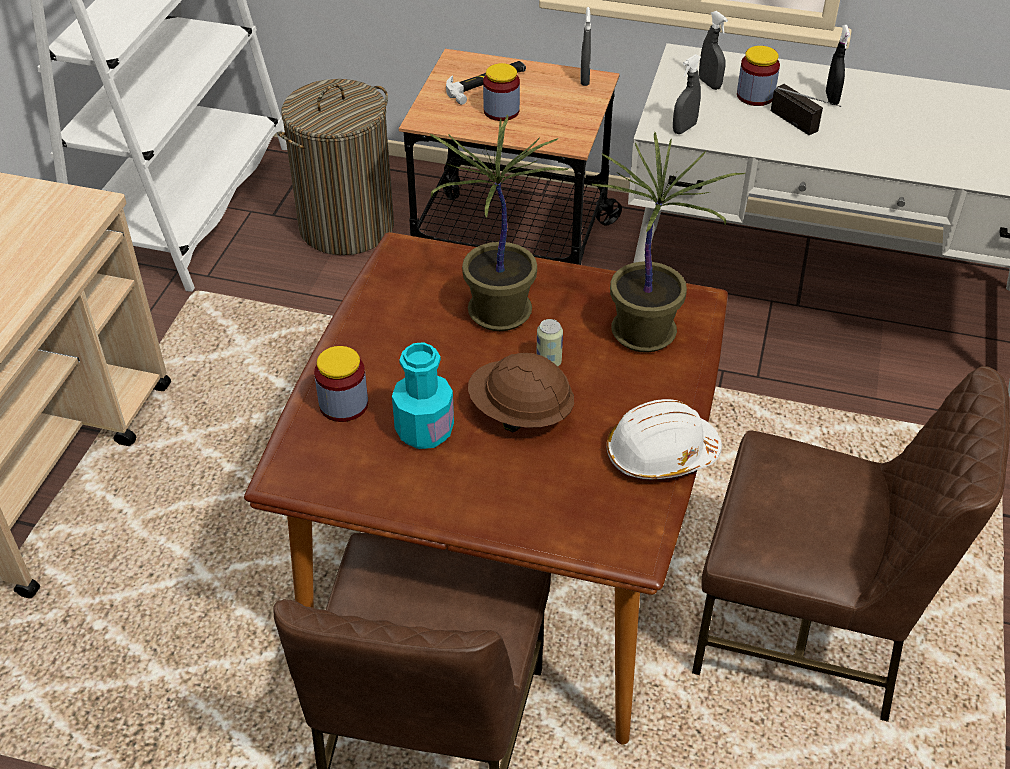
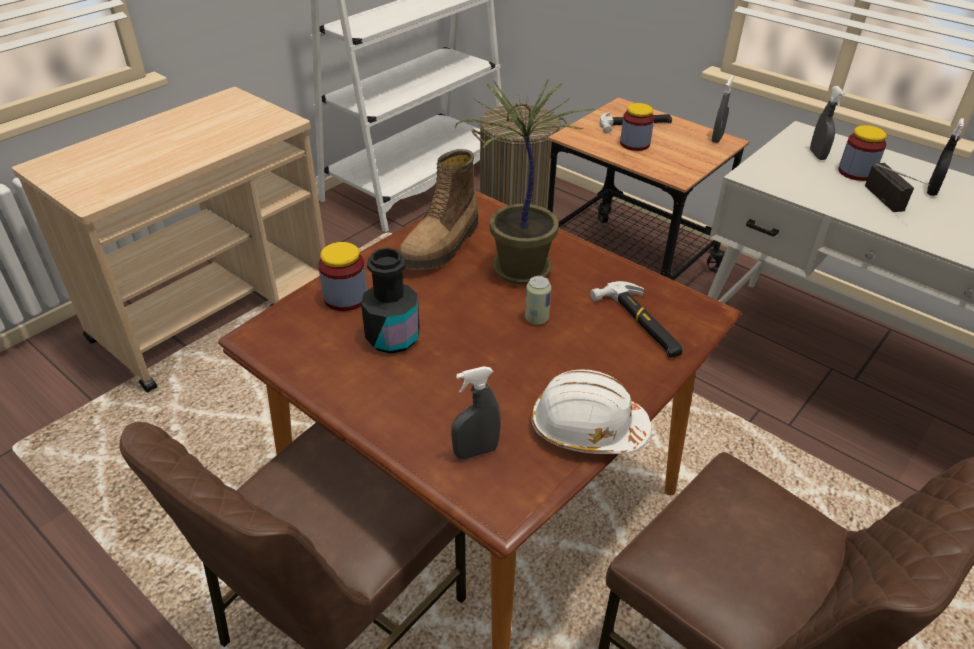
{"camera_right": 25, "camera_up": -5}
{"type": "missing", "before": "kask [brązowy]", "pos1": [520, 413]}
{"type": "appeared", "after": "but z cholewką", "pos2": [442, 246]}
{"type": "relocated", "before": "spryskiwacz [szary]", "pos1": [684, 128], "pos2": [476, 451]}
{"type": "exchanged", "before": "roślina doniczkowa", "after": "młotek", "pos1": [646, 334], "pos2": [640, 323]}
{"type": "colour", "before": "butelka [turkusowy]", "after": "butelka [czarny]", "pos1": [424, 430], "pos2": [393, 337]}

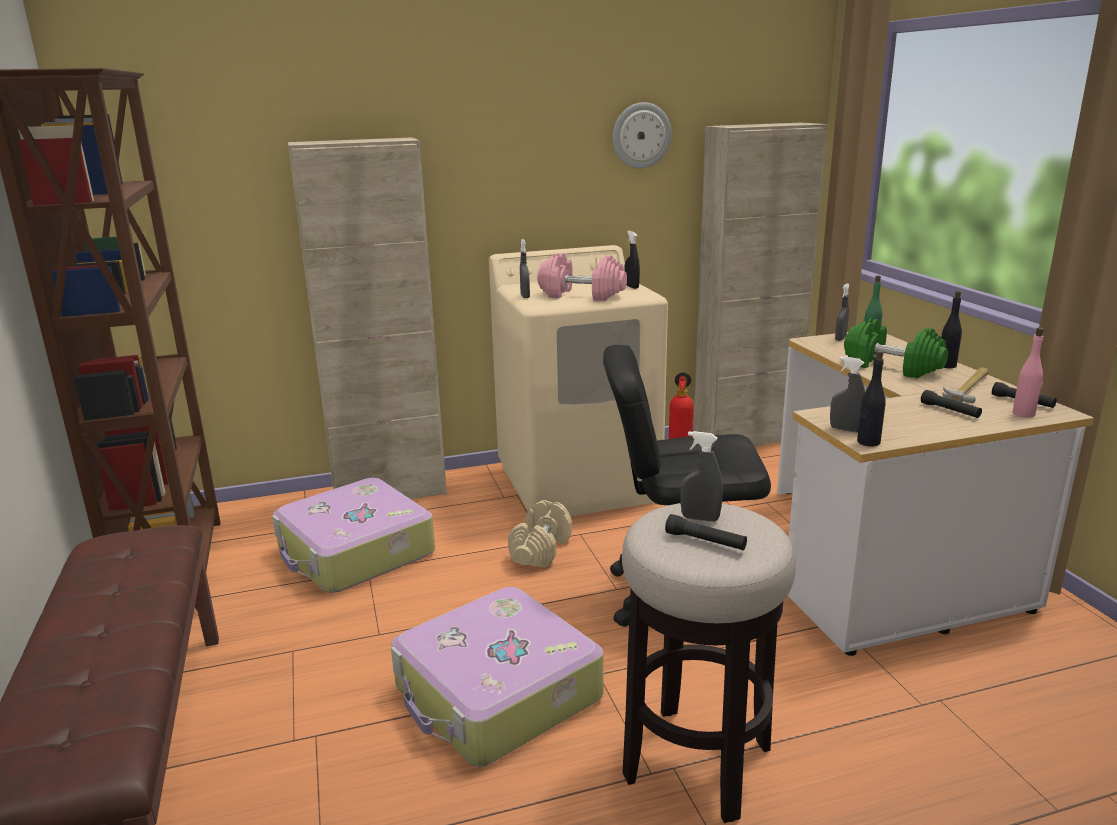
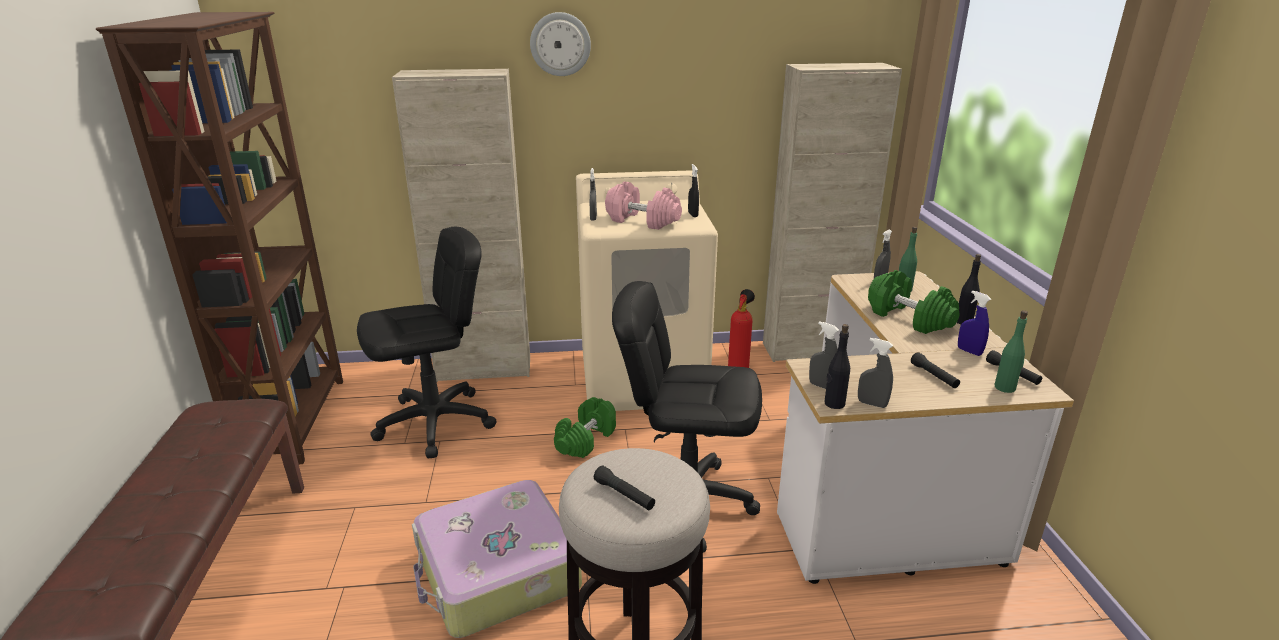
{"camera_right": 10, "camera_up": 5}
{"type": "relocated", "before": "zegar ścienny", "pos1": [641, 135], "pos2": [560, 44]}
{"type": "relocated", "before": "spryskiwacz [szary]", "pos1": [700, 518], "pos2": [872, 404]}
{"type": "exchanged", "before": "walizka", "after": "krzesło biurowe [czarny]", "pos1": [355, 552], "pos2": [435, 423]}
{"type": "exchanged", "before": "młotek", "after": "spryskiwacz [niebieski]", "pos1": [969, 388], "pos2": [969, 351]}
{"type": "colour", "before": "hantel [beżowy]", "after": "hantel [zielony]", "pos1": [540, 549], "pos2": [586, 439]}
{"type": "colour", "before": "butelka [różowy]", "after": "butelka [zielony]", "pos1": [1024, 414], "pos2": [1005, 388]}

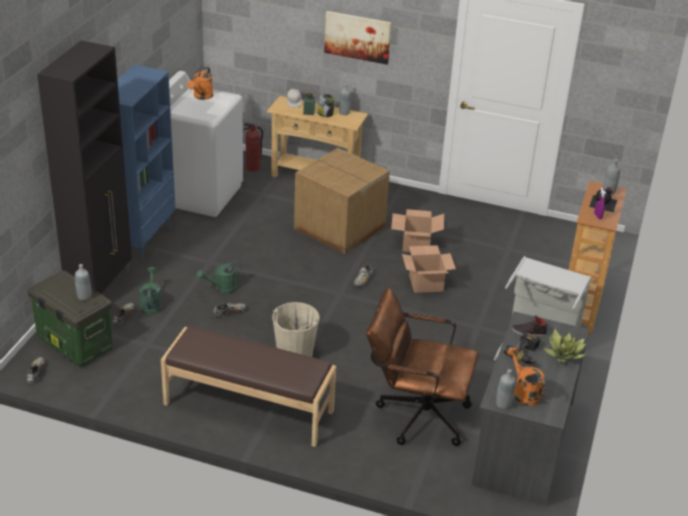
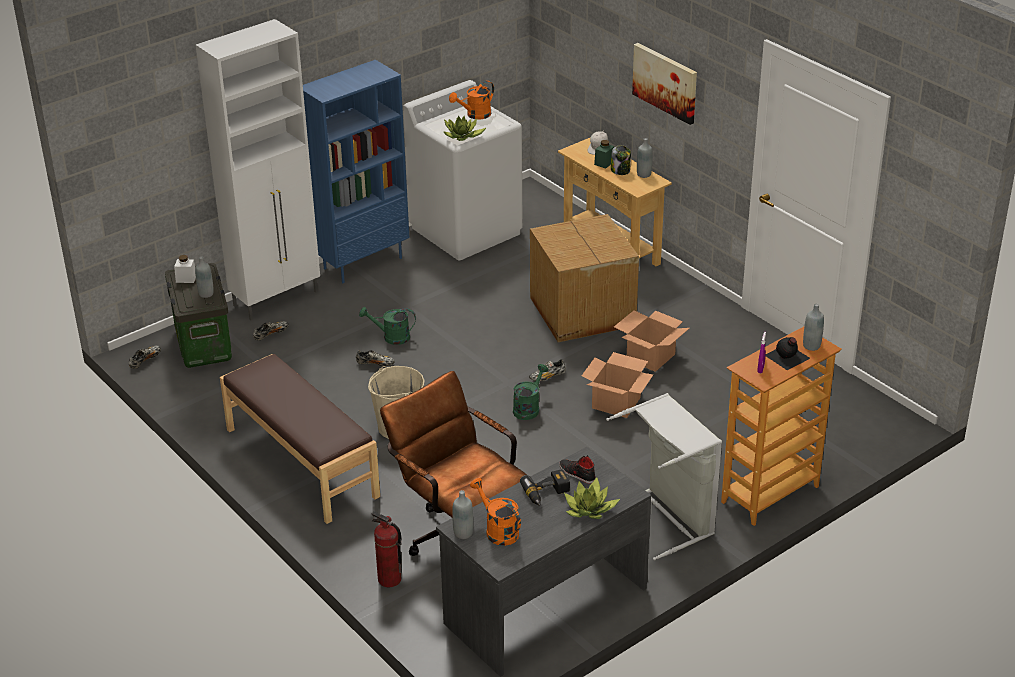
{"camera_right": 35, "camera_up": 0}
{"type": "appeared", "after": "słoik [biały]", "pos2": [186, 278]}
{"type": "appeared", "after": "roślina doniczkowa", "pos2": [462, 136]}
{"type": "relocated", "before": "konewka [zielony]", "pos1": [151, 304], "pos2": [528, 408]}
{"type": "relocated", "before": "gaśnica", "pos1": [252, 168], "pos2": [389, 580]}
{"type": "colour", "before": "szafka [czarny]", "after": "szafka [biały]", "pos1": [101, 288], "pos2": [277, 298]}
{"type": "spun", "before": "konewka [pomarańczowy]", "pos1": [523, 393], "pos2": [498, 530], "turn": -45}

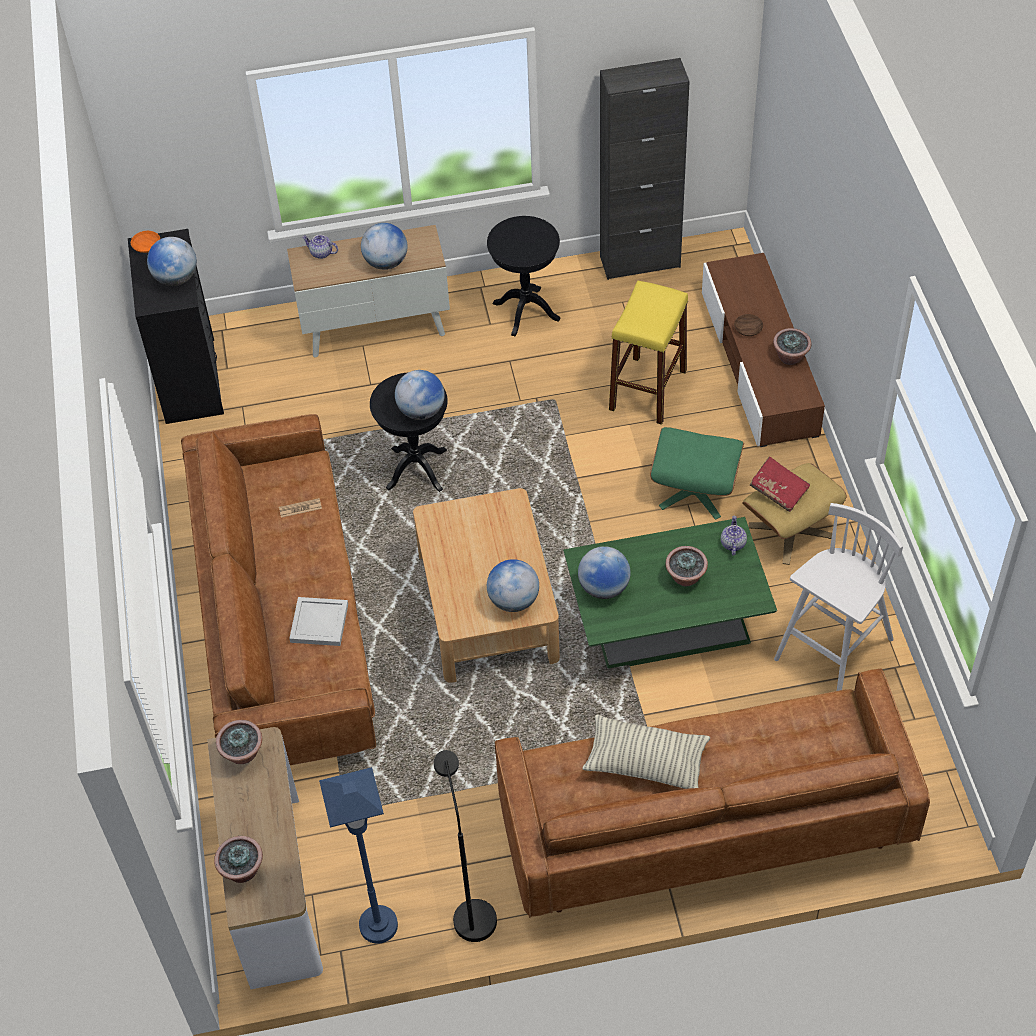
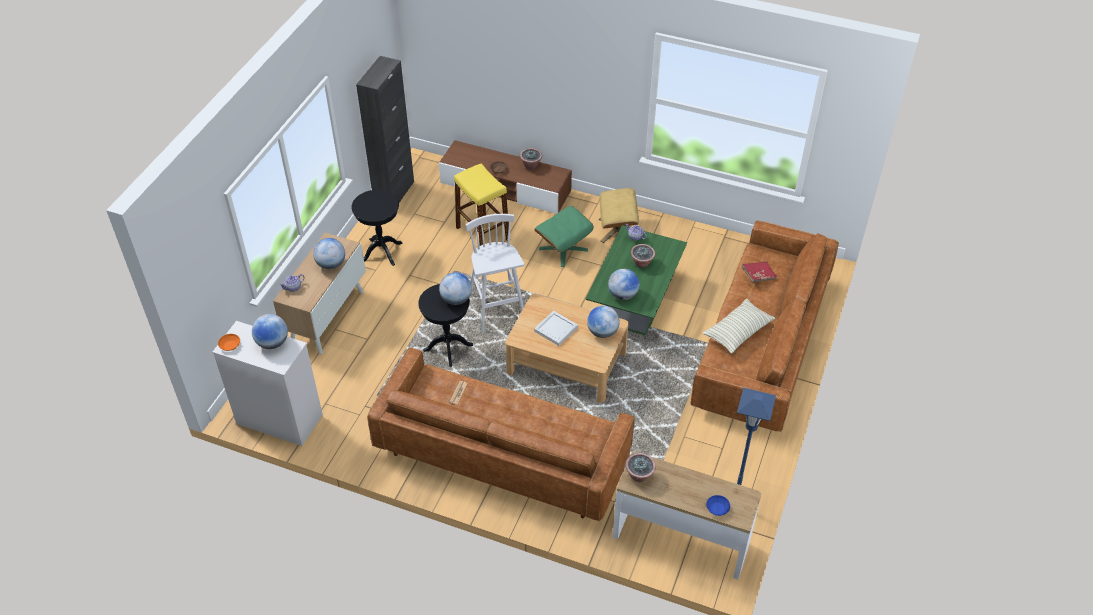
{"camera_right": -60, "camera_up": -5}
{"type": "missing", "before": "lampa stojąca [czarny]", "pos1": [471, 910]}
{"type": "relocated", "before": "taca [biały]", "pos1": [318, 622], "pos2": [555, 329]}
{"type": "relocated", "before": "książka [czerwony]", "pos1": [778, 490], "pos2": [758, 275]}
{"type": "relocated", "before": "stołek [biały]", "pos1": [832, 651], "pos2": [497, 307]}
{"type": "exchanged", "before": "roślina doniczkowa", "after": "miska [niebieski]", "pos1": [242, 871], "pos2": [717, 509]}
{"type": "colour", "before": "komoda [czarny]", "after": "komoda [biały]", "pos1": [190, 380], "pos2": [278, 419]}

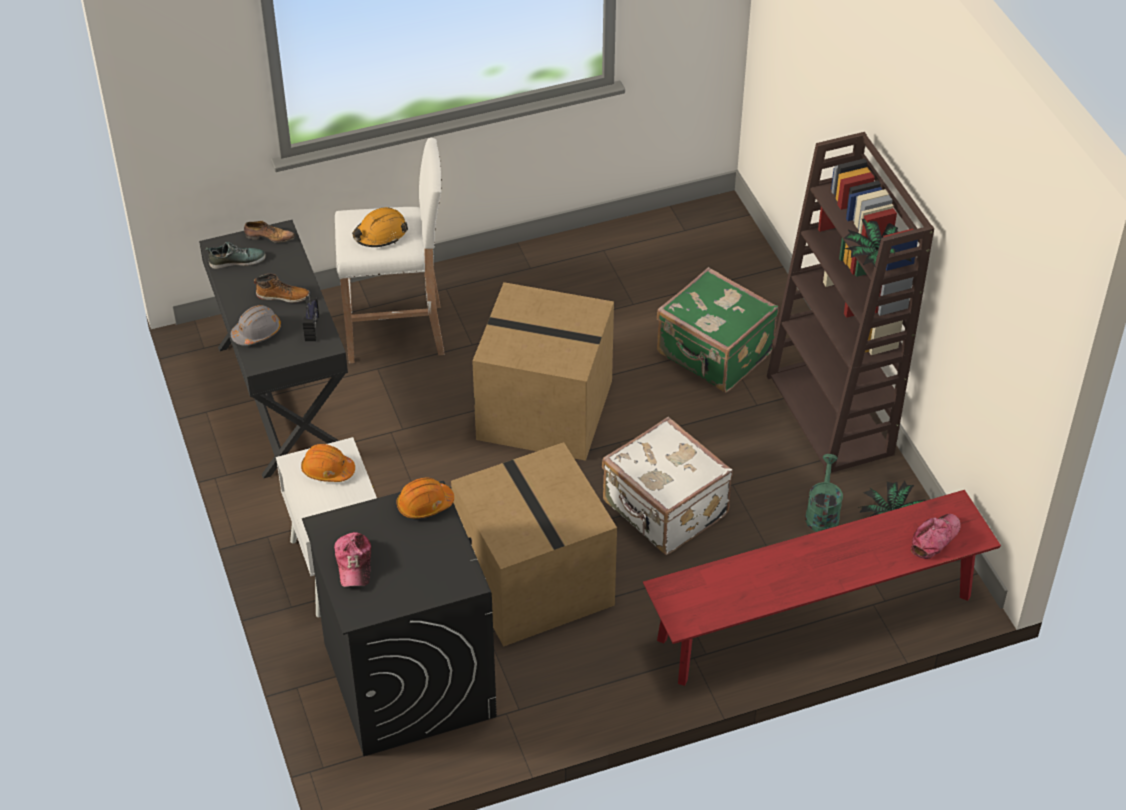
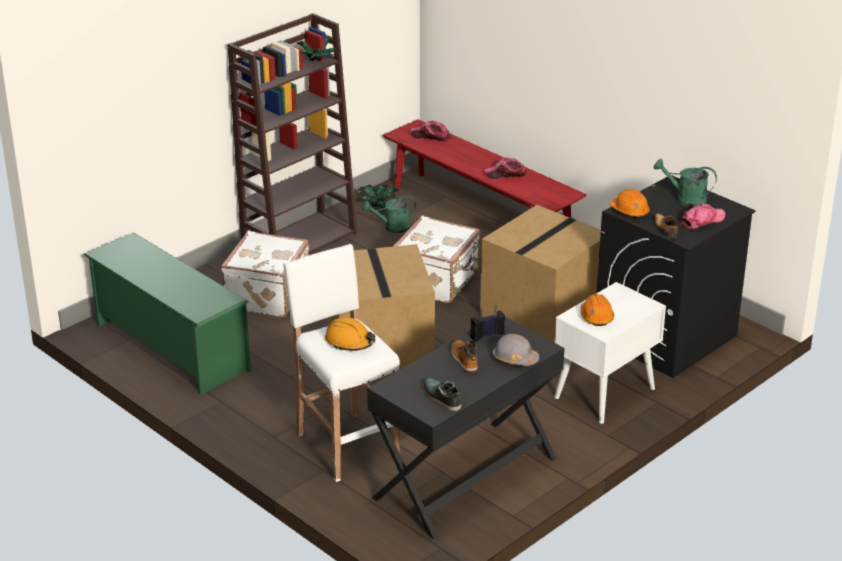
{"camera_right": -115, "camera_up": -15}
{"type": "appeared", "after": "regał na buty [zielony]", "pos2": [171, 347]}
{"type": "appeared", "after": "czapka z daszkiem", "pos2": [506, 174]}
{"type": "appeared", "after": "konewka [zielony]", "pos2": [685, 199]}
{"type": "relocated", "before": "but", "pos1": [269, 237], "pos2": [665, 230]}
{"type": "colour", "before": "walizka [zielony]", "after": "walizka [biały]", "pos1": [714, 354], "pos2": [269, 296]}

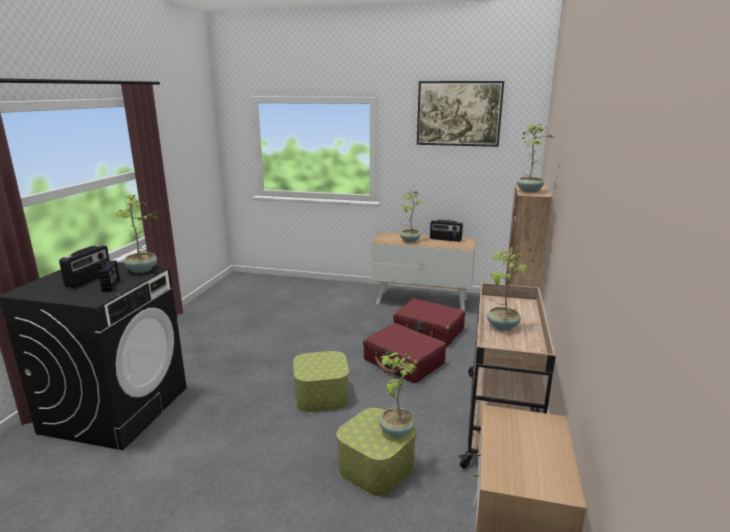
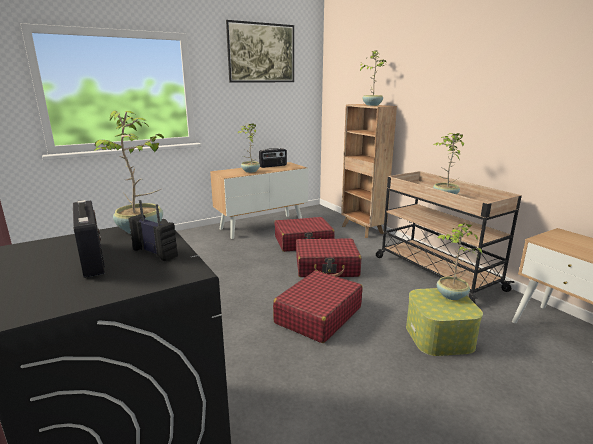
{"camera_right": -45, "camera_up": 0}
{"type": "exchanged", "before": "pojemnik do przechowywania", "after": "walizka [czerwony]", "pos1": [321, 395], "pos2": [318, 315]}

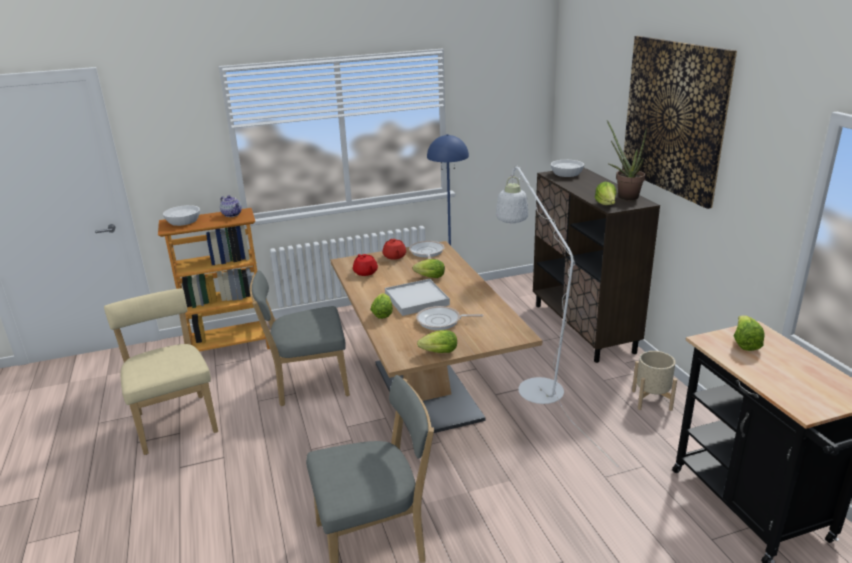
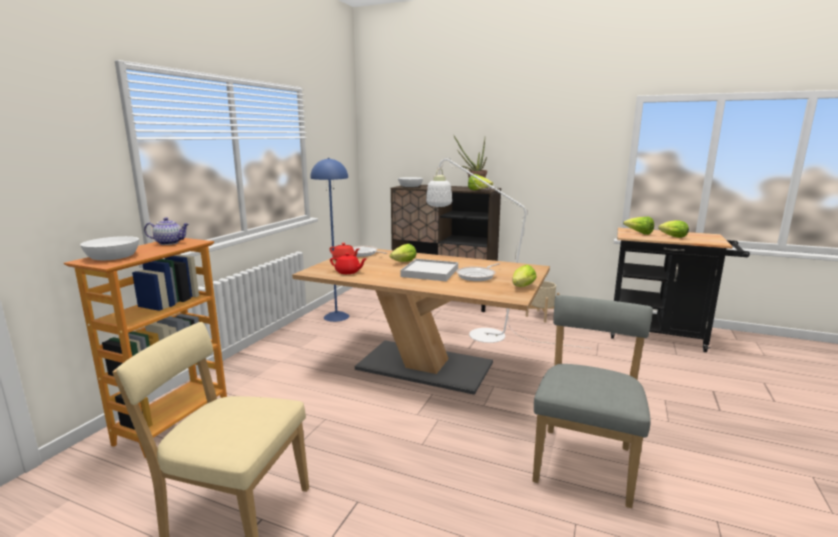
{"camera_right": -50, "camera_up": -10}
{"type": "missing", "before": "krzesło [szary]", "pos1": [307, 384]}
{"type": "missing", "before": "obraz", "pos1": [674, 118]}
{"type": "relocated", "before": "sałata", "pos1": [383, 313], "pos2": [671, 236]}

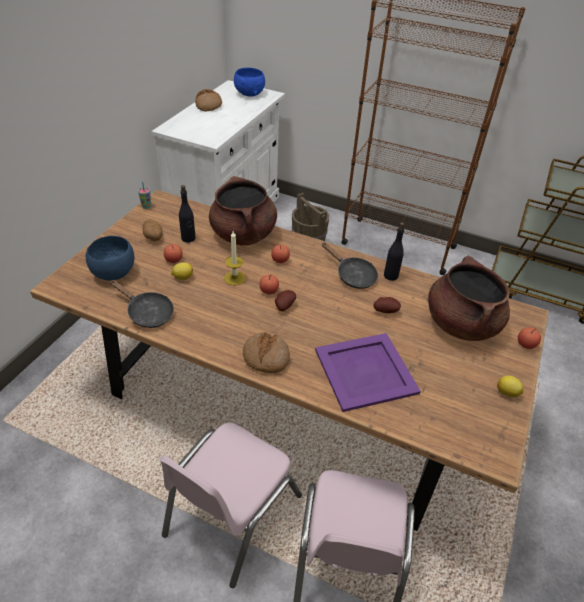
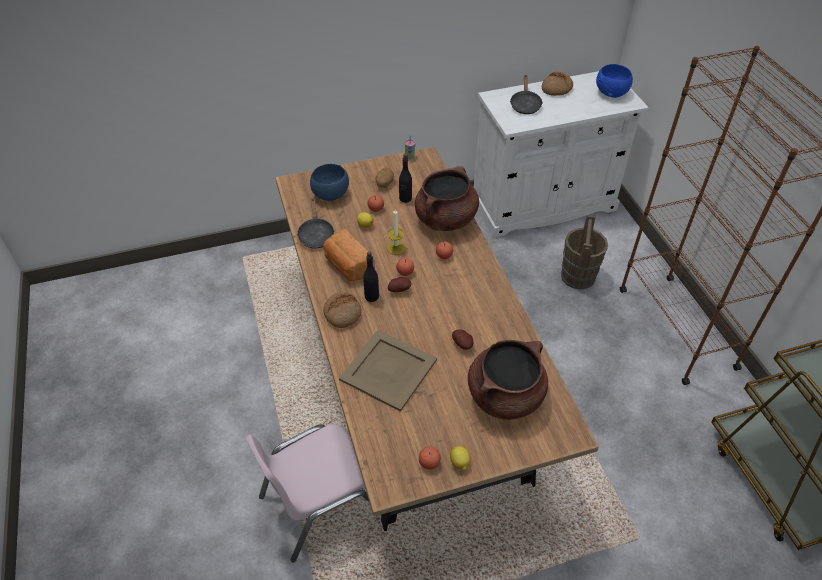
{"camera_right": 50, "camera_up": 5}
{"type": "missing", "before": "krzesło [różowy]", "pos1": [231, 514]}
{"type": "appeared", "after": "chleb", "pos2": [348, 266]}
{"type": "relocated", "before": "patelnia [czarny]", "pos1": [352, 275], "pos2": [525, 104]}
{"type": "relocated", "before": "butelka [czarny]", "pos1": [390, 276], "pos2": [372, 296]}
{"type": "relocated", "before": "jabłko", "pos1": [526, 344], "pos2": [429, 463]}
{"type": "colour", "before": "taca [fioletowy]", "after": "taca [beżowy]", "pos1": [365, 372], "pos2": [387, 370]}

